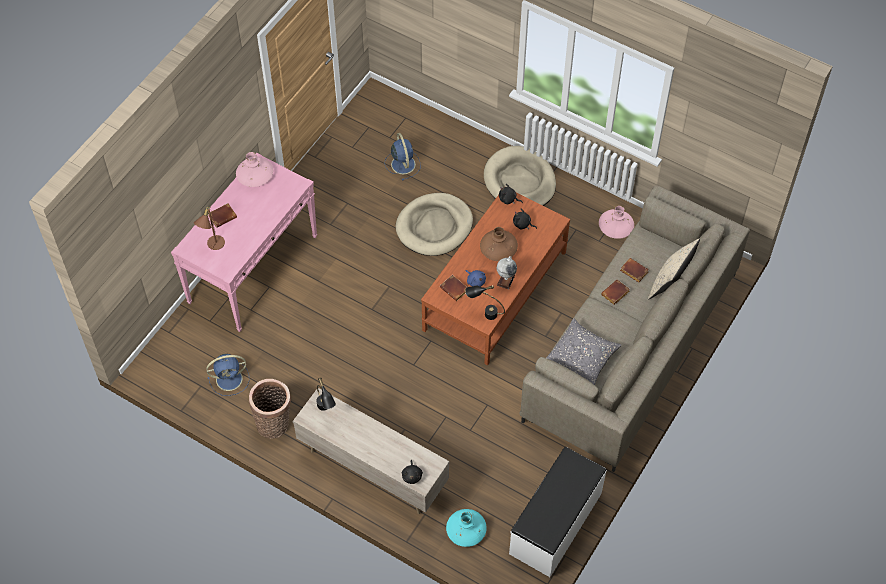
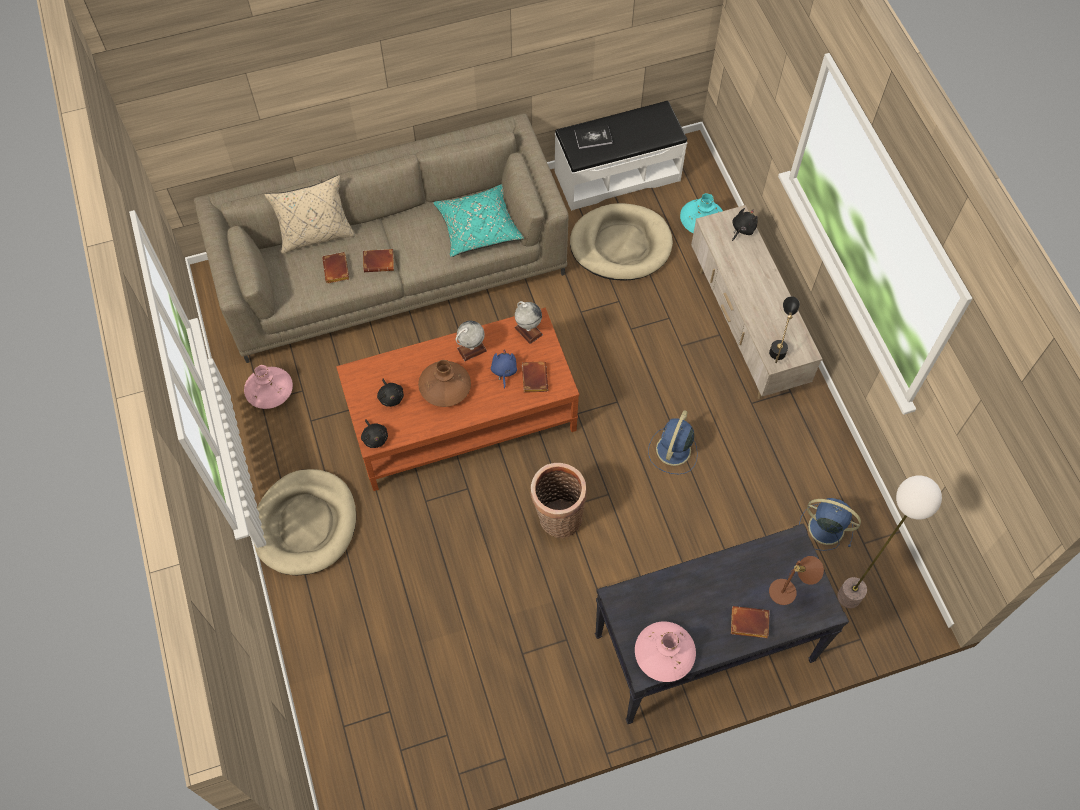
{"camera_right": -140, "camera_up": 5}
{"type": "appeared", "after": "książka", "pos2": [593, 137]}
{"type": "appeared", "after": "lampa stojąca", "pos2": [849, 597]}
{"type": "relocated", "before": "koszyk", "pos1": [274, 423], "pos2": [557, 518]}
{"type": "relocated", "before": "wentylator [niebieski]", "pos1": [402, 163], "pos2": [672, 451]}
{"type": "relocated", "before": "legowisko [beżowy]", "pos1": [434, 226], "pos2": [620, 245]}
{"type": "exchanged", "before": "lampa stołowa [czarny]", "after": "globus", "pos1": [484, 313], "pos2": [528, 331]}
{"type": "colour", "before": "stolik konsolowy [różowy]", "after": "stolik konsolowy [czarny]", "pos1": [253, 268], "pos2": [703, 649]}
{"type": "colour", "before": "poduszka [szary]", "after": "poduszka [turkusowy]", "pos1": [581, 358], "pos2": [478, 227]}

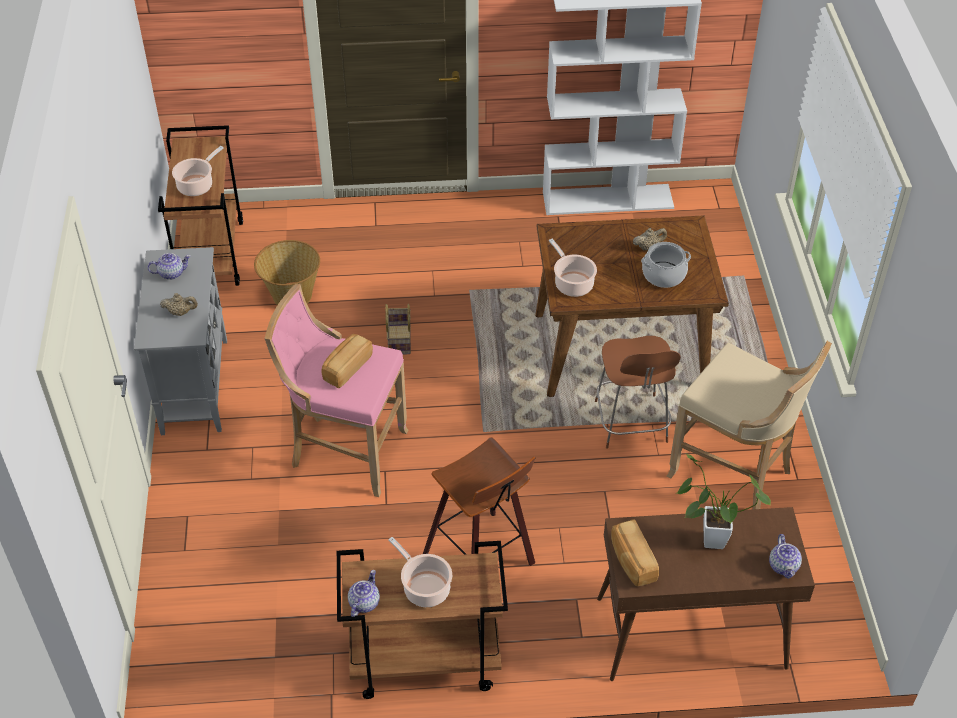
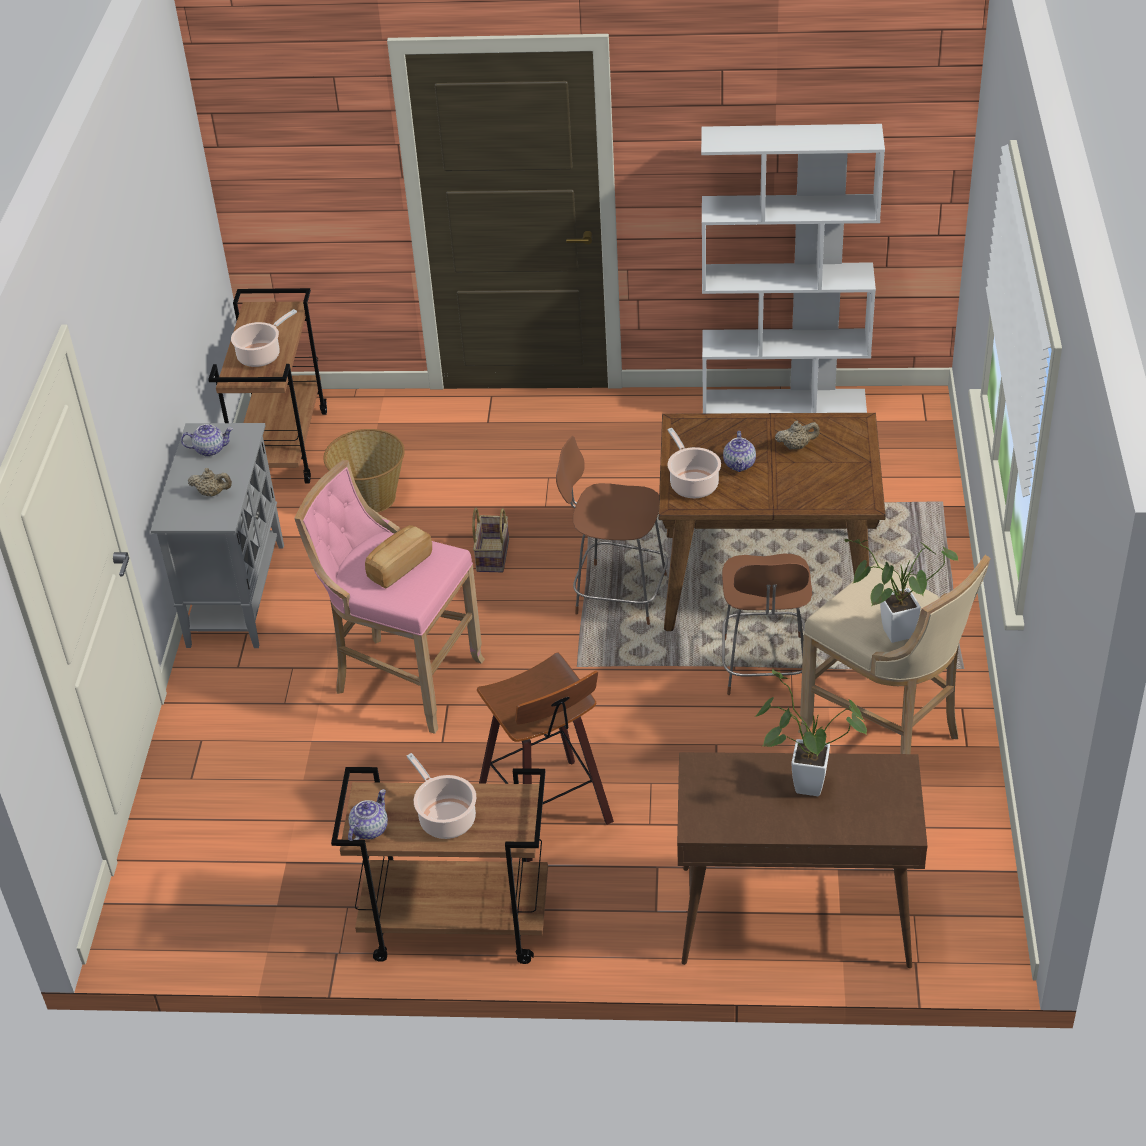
{"camera_right": 10, "camera_up": -5}
{"type": "missing", "before": "chleb", "pos1": [632, 561]}
{"type": "missing", "before": "garnek", "pos1": [663, 275]}
{"type": "appeared", "after": "krzesło [brązowy]", "pos2": [617, 593]}
{"type": "appeared", "after": "roślina doniczkowa", "pos2": [890, 635]}
{"type": "relocated", "before": "imbryk", "pos1": [784, 566], "pos2": [740, 464]}

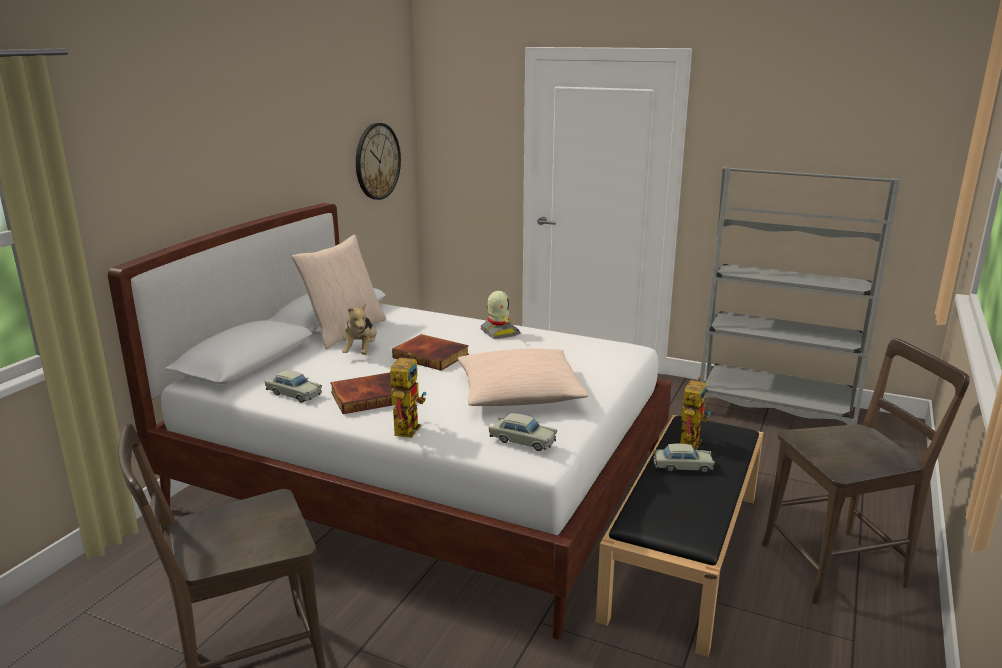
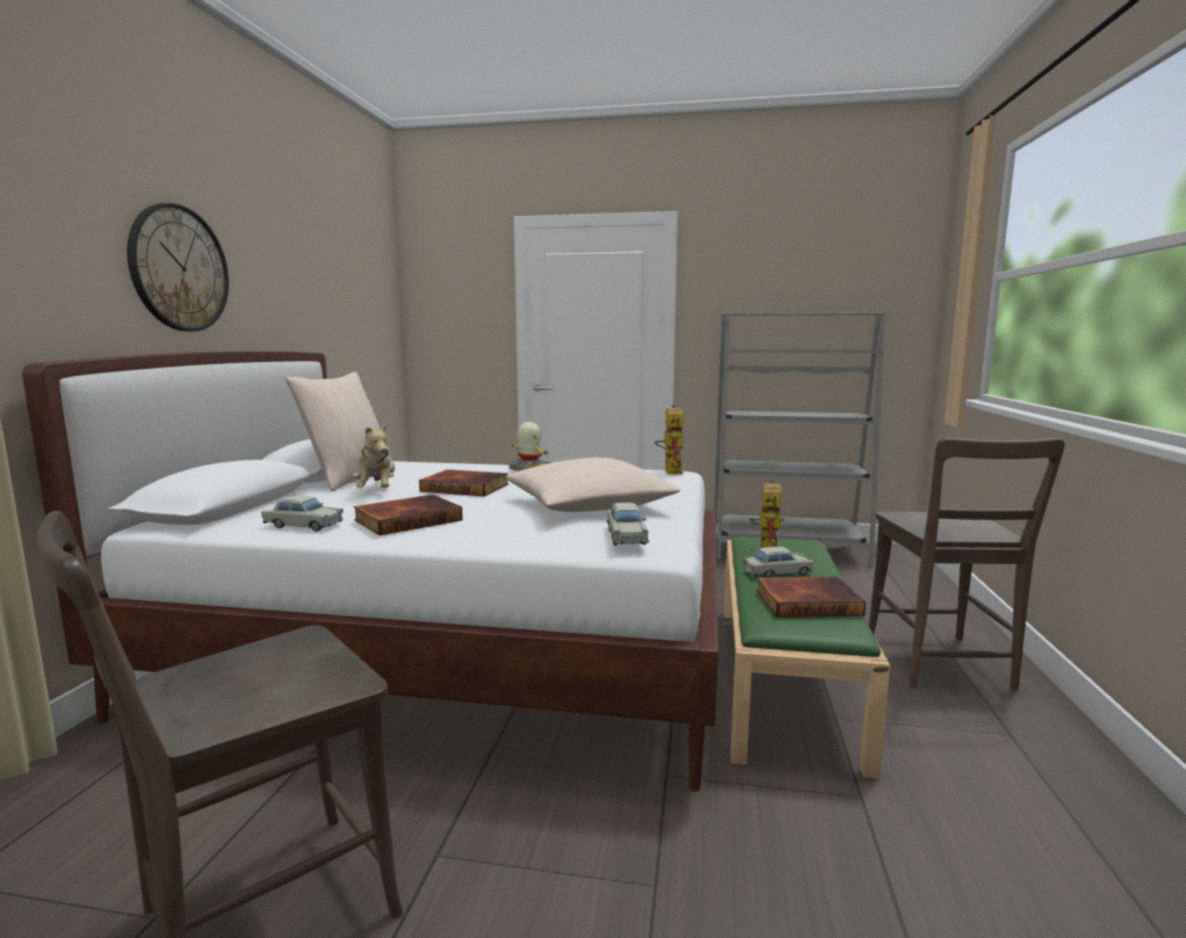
{"camera_right": -15, "camera_up": -10}
{"type": "appeared", "after": "książka", "pos2": [807, 601]}
{"type": "relocated", "before": "zegar ścienny", "pos1": [377, 161], "pos2": [179, 269]}
{"type": "relocated", "before": "robot zabawkowy", "pos1": [407, 427], "pos2": [670, 470]}
{"type": "colour", "before": "ławka [czarny]", "after": "ławka [zielony]", "pos1": [683, 551], "pos2": [782, 676]}
{"type": "spun", "before": "samochodzik [beżowy]", "pos1": [522, 440], "pos2": [626, 536], "turn": 75}
{"type": "spun", "before": "krzesło [brązowy]", "pos1": [840, 564], "pos2": [940, 665], "turn": 120}

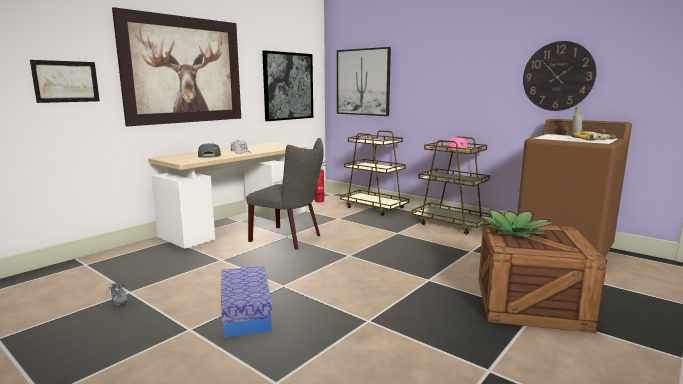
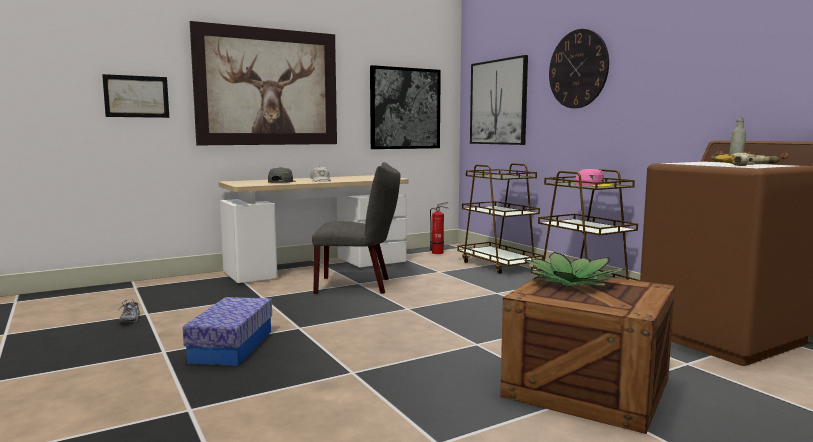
{"camera_right": 20, "camera_up": -5}
{"type": "relocated", "before": "zegar ścienny", "pos1": [558, 76], "pos2": [578, 69]}
{"type": "spun", "before": "krzesło [szary]", "pos1": [290, 238], "pos2": [358, 285], "turn": -45}

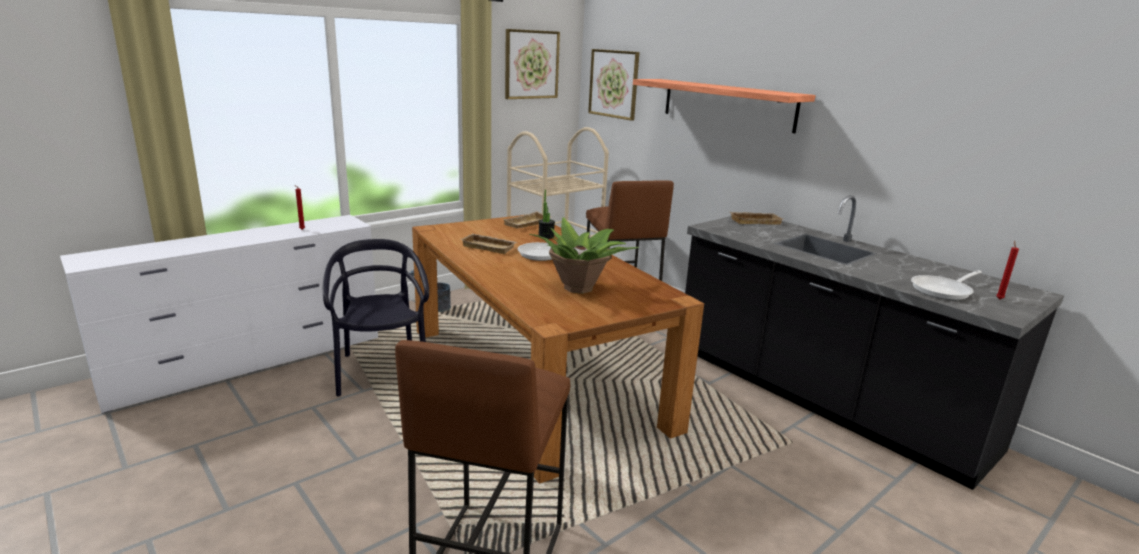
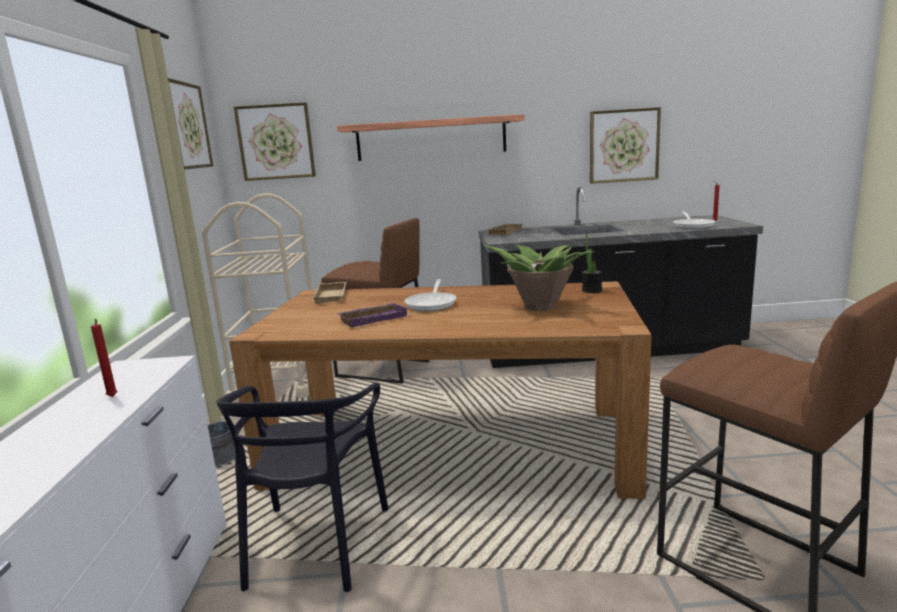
{"camera_right": -50, "camera_up": -5}
{"type": "appeared", "after": "obraz", "pos2": [624, 146]}
{"type": "relocated", "before": "roślina doniczkowa", "pos1": [546, 236], "pos2": [592, 290]}
{"type": "colour", "before": "taca [beżowy]", "after": "taca [fioletowy]", "pos1": [490, 247], "pos2": [373, 318]}
{"type": "spun", "before": "krzesło [czarny]", "pos1": [381, 371], "pos2": [315, 544], "turn": -105}

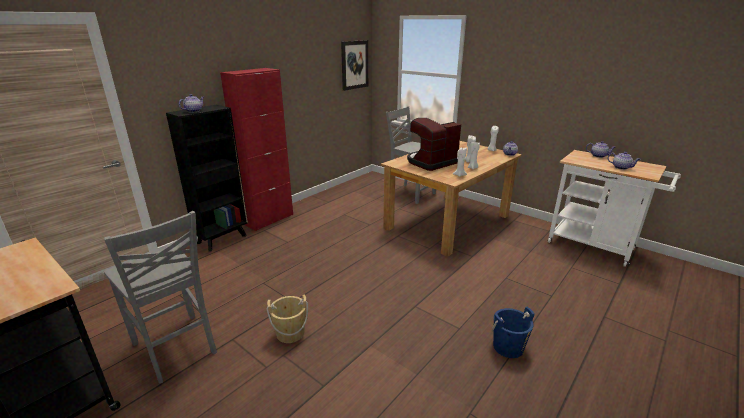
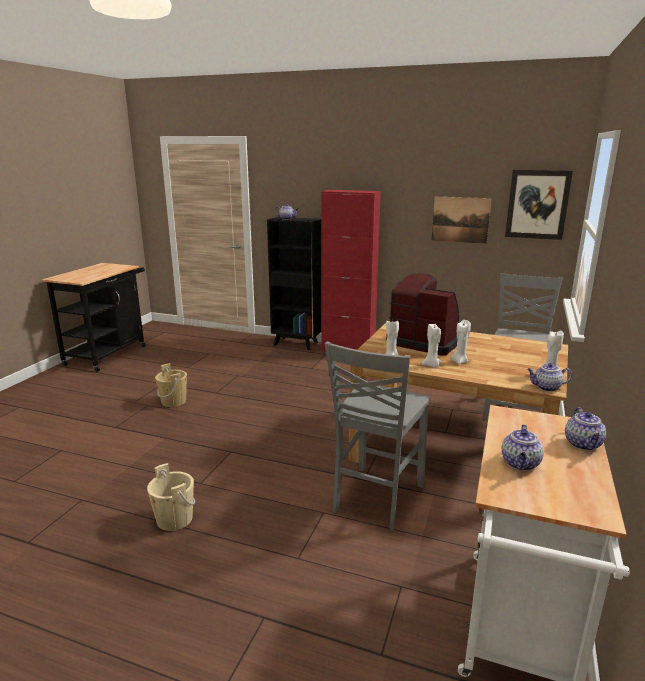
{"camera_right": 70, "camera_up": -5}
{"type": "appeared", "after": "obraz", "pos2": [460, 220]}
{"type": "relocated", "before": "krzesło [szary]", "pos1": [176, 349], "pos2": [376, 498]}
{"type": "colour", "before": "wiadro [niebieski]", "after": "wiadro [beżowy]", "pos1": [508, 347], "pos2": [174, 519]}

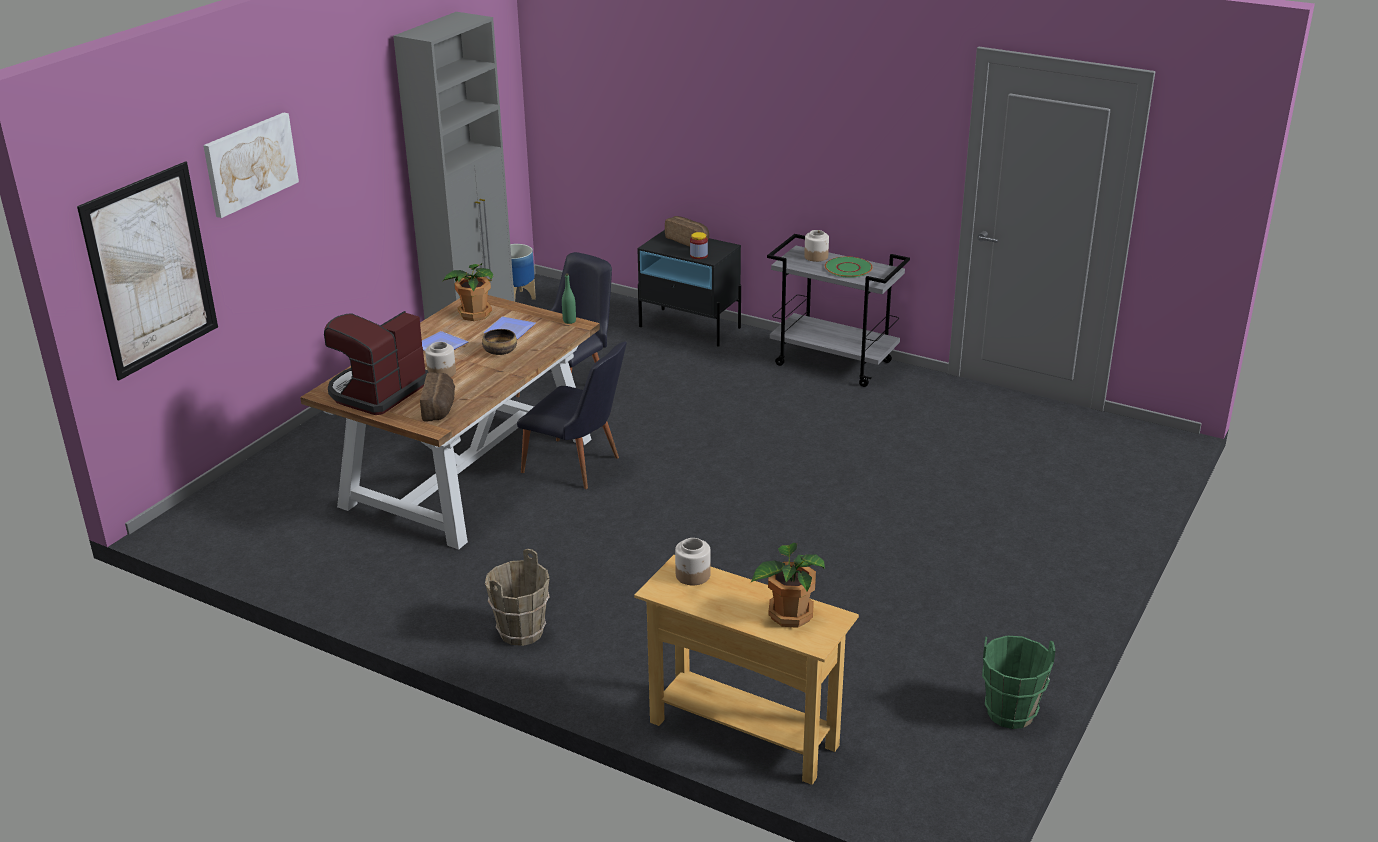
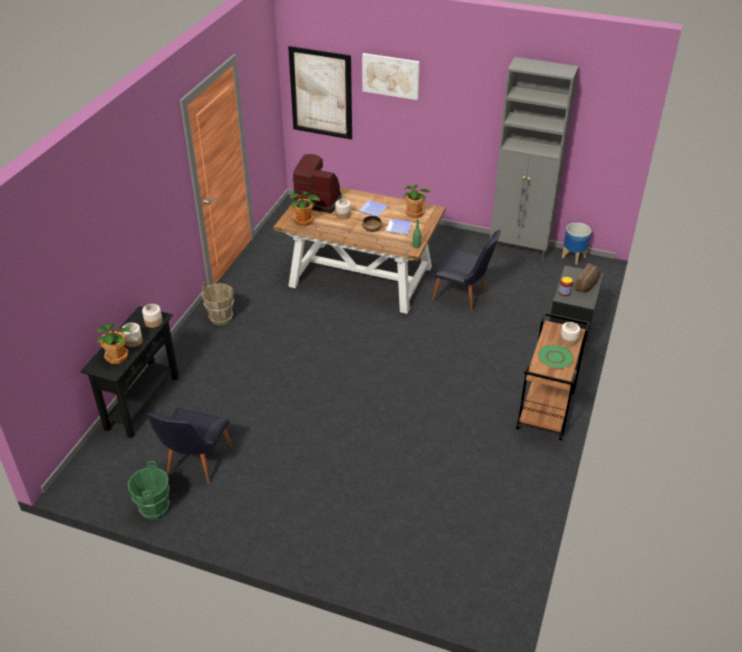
{"camera_right": 80, "camera_up": 10}
{"type": "appeared", "after": "słoik", "pos2": [133, 341]}
{"type": "relocated", "before": "krzesło [czarny]", "pos1": [579, 467], "pos2": [195, 464]}
{"type": "exchanged", "before": "chleb", "after": "roślina doniczkowa", "pos1": [440, 408], "pos2": [304, 221]}
{"type": "colour", "before": "stolik konsolowy [beżowy]", "after": "stolik konsolowy [czarny]", "pos1": [743, 734], "pos2": [142, 402]}
{"type": "colour", "before": "wózek [szary]", "after": "wózek [brązowy]", "pos1": [834, 363], "pos2": [546, 411]}

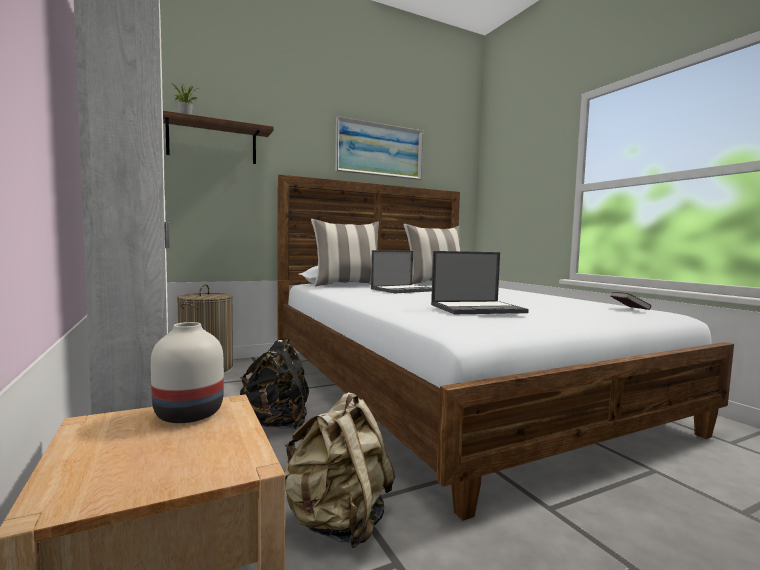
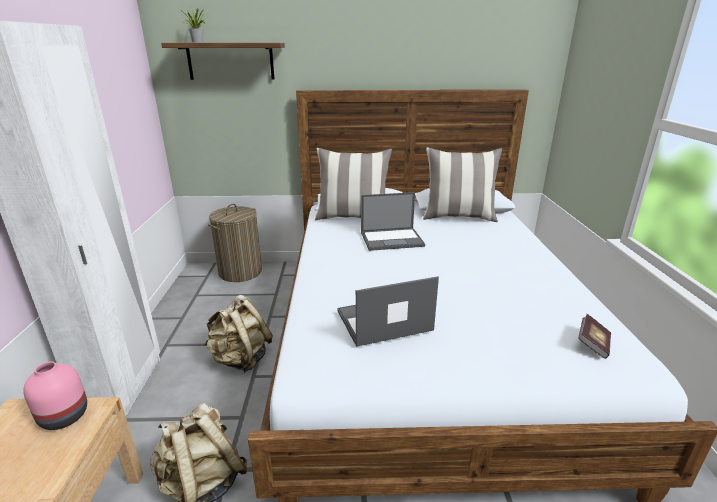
{"camera_right": 25, "camera_up": 20}
{"type": "missing", "before": "obraz", "pos1": [380, 150]}
{"type": "colour", "before": "wazon [biały]", "after": "wazon [różowy]", "pos1": [188, 415], "pos2": [63, 417]}
{"type": "colour", "before": "plecak [czarny]", "after": "plecak [beżowy]", "pos1": [276, 424], "pos2": [241, 359]}
{"type": "spun", "before": "laptop", "pos1": [478, 308], "pos2": [383, 321], "turn": 150}

